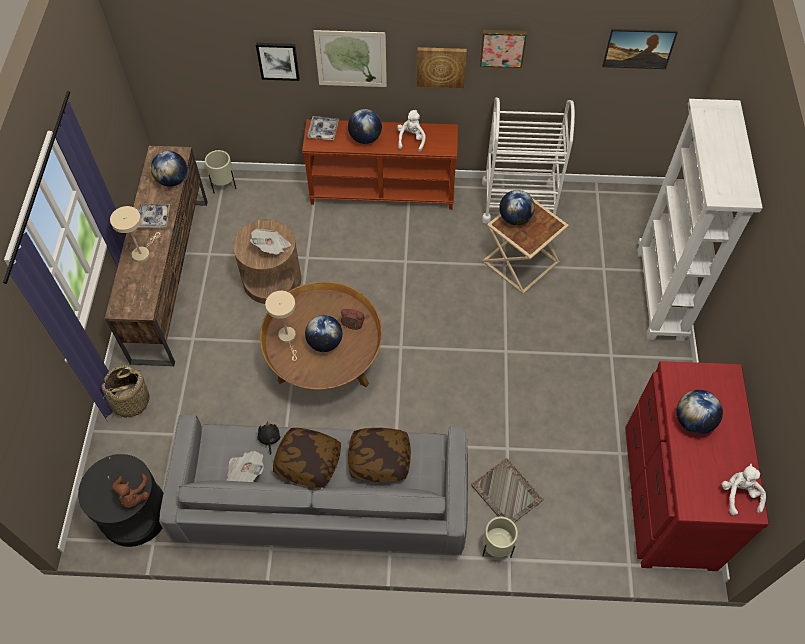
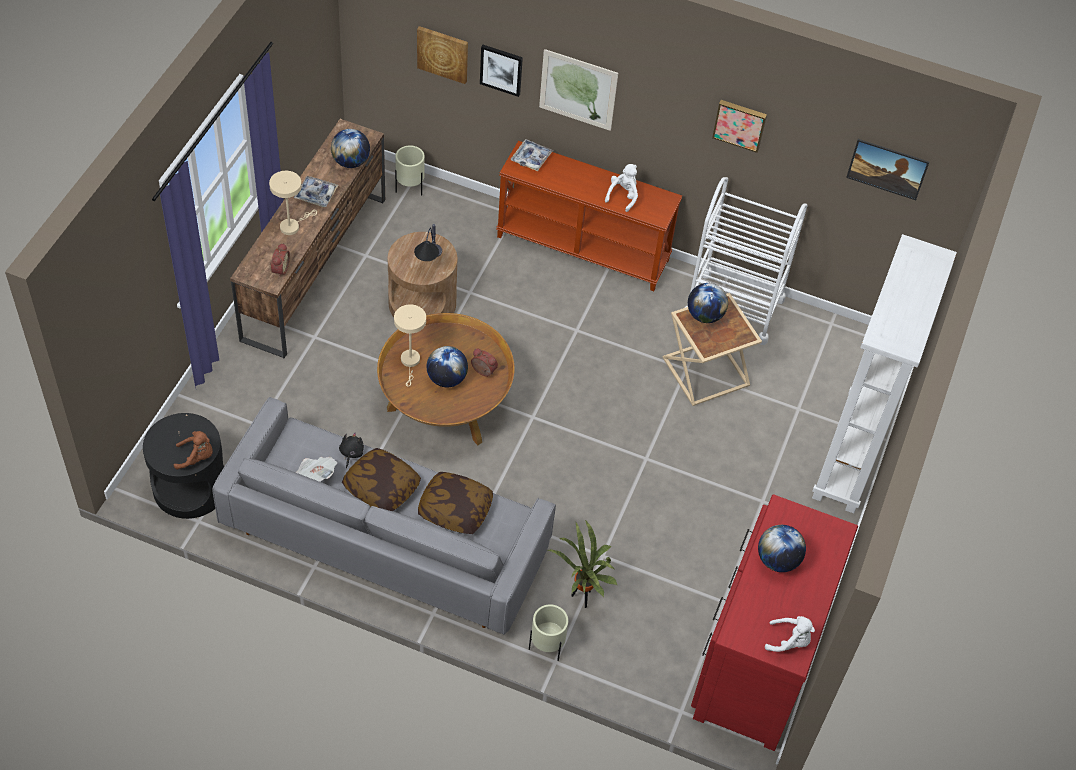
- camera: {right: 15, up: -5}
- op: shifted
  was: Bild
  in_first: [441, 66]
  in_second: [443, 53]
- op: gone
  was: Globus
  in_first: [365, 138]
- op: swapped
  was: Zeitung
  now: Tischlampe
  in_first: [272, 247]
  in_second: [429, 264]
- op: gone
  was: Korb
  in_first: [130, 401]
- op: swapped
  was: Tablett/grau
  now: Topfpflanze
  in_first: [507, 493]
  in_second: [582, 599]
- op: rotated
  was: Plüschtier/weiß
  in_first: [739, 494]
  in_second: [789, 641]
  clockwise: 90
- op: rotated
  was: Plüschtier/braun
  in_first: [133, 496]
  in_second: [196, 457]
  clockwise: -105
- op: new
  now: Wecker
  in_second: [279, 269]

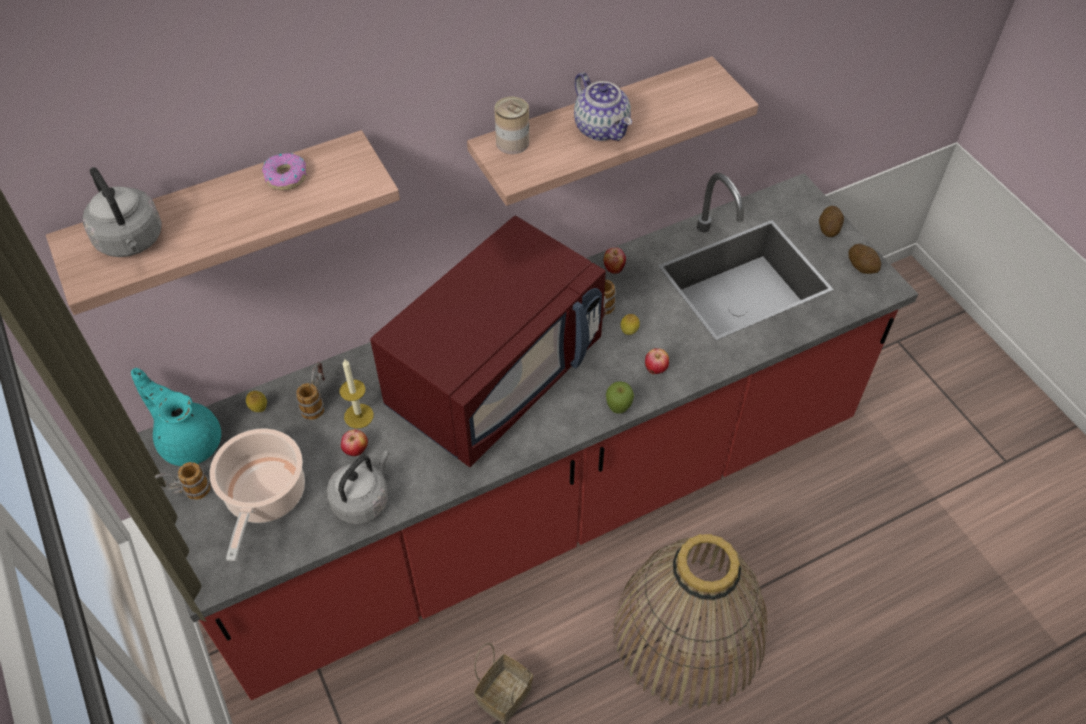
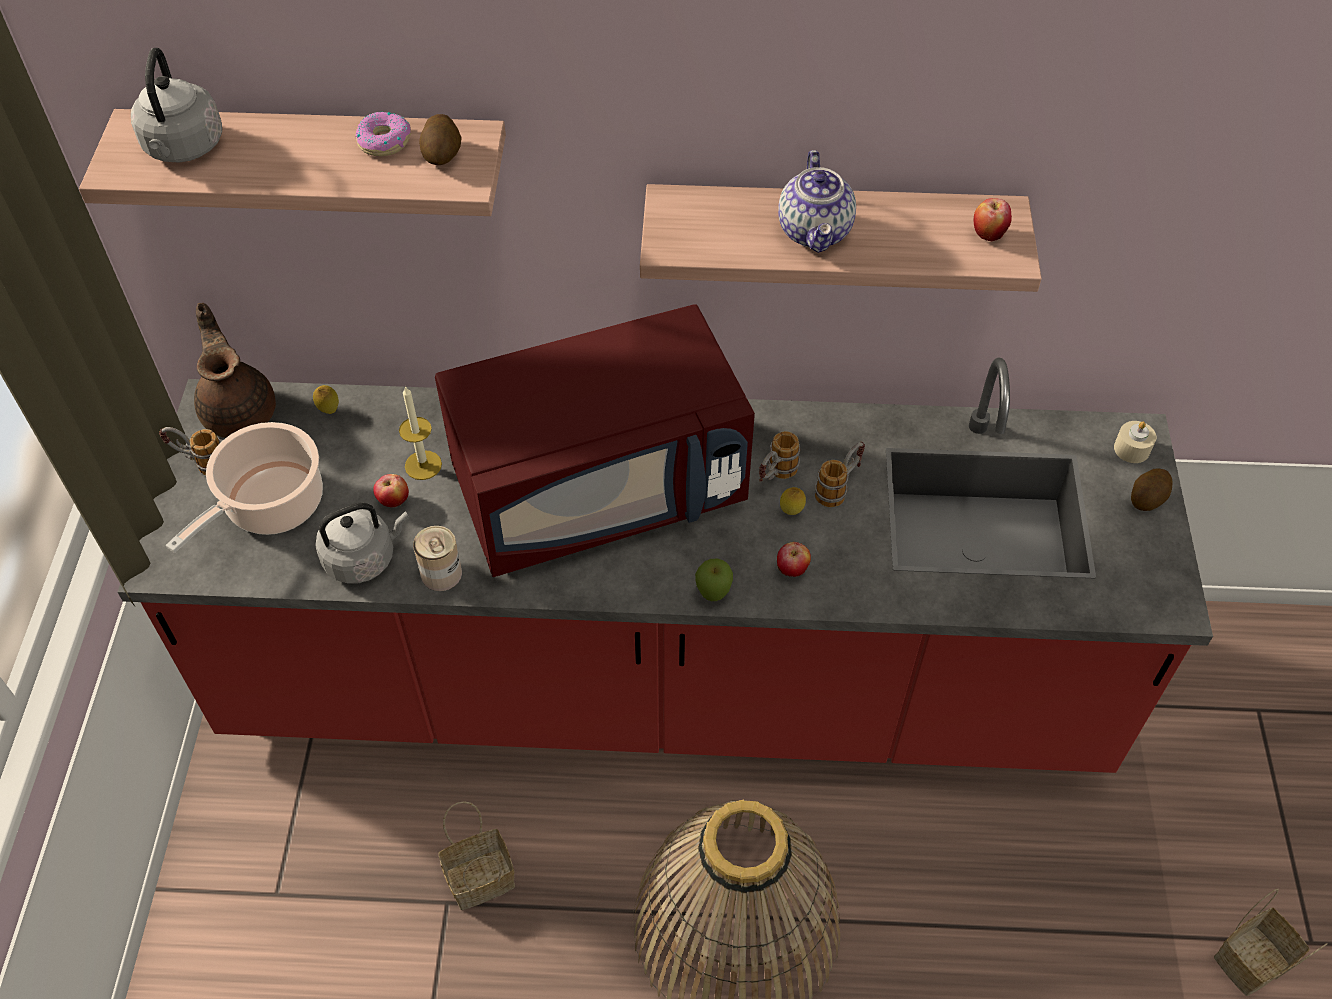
- camera: {right: 30, up: 0}
- op: shifted
  was: Dose
  in_first: [512, 142]
  in_second: [441, 574]
- op: shifted
  was: Kartoffel
  in_first: [862, 266]
  in_second: [442, 155]
- op: shifted
  was: Apfel
  in_first: [613, 268]
  in_second: [988, 234]
- op: shifted
  was: Henkelbecher
  in_first: [316, 401]
  in_second: [839, 487]
- op: repainted
  was: Teekanne/türkis
  now: Teekanne/braun
  in_first: [189, 440]
  in_second: [240, 410]
- op: new
  now: Kerze/beige
  in_second: [1131, 449]
- op: new
  now: Korb
  in_second: [1250, 963]

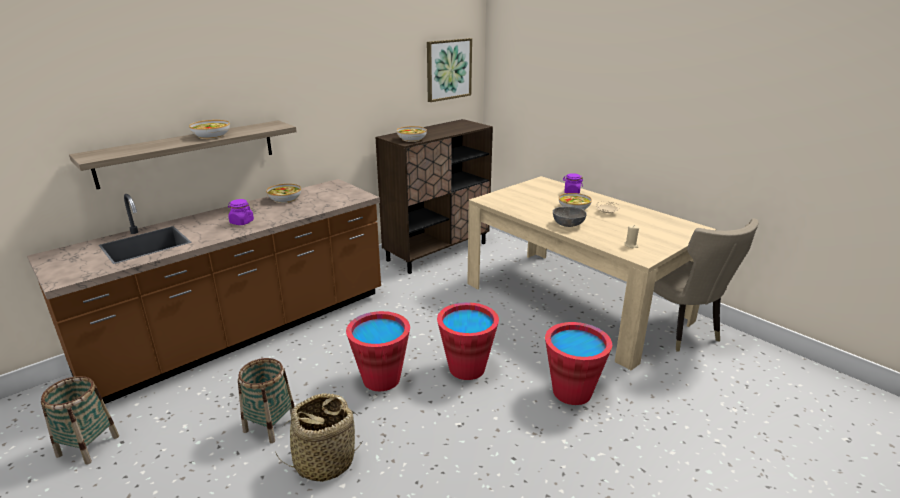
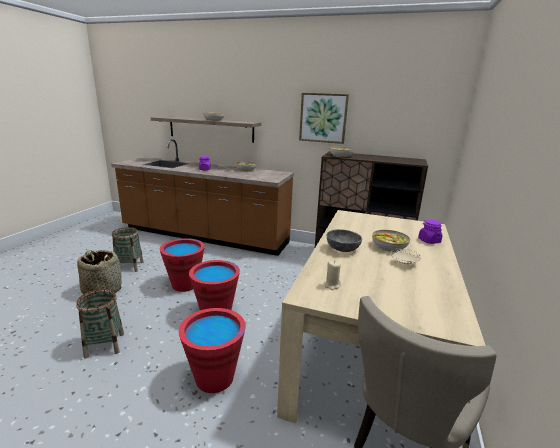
- camera: {right: 60, up: -5}
- op: shifted
  was: Bild
  in_first: [448, 69]
  in_second: [323, 118]
- op: shifted
  was: Korb
  in_first: [88, 446]
  in_second: [105, 345]

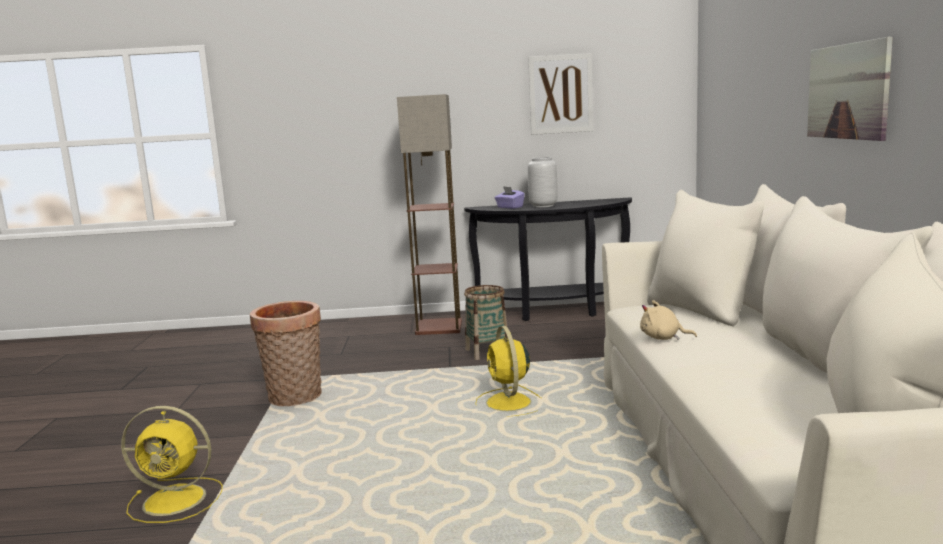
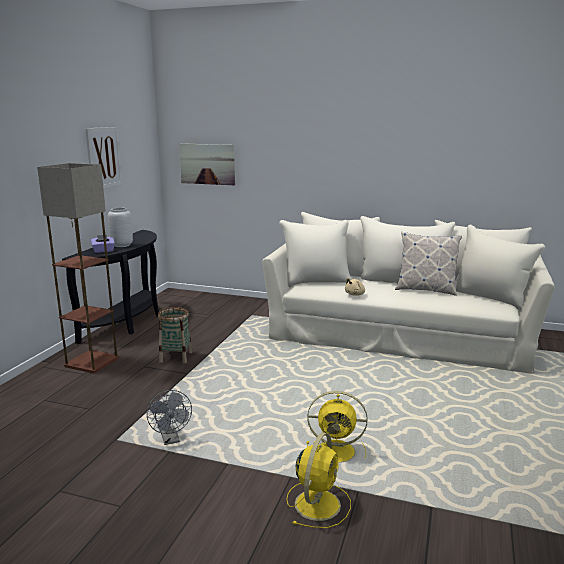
- camera: {right: -70, up: 5}
- op: shifted
  was: Bild
  in_first: [847, 91]
  in_second: [207, 164]
- op: swapped
  was: Korb
  now: Ventilator/grau
  in_first: [295, 398]
  in_second: [171, 440]
- op: shifted
  was: Ventilator/gelb
  in_first: [509, 403]
  in_second: [338, 451]
- op: new
  now: Kissen
  in_second: [426, 290]

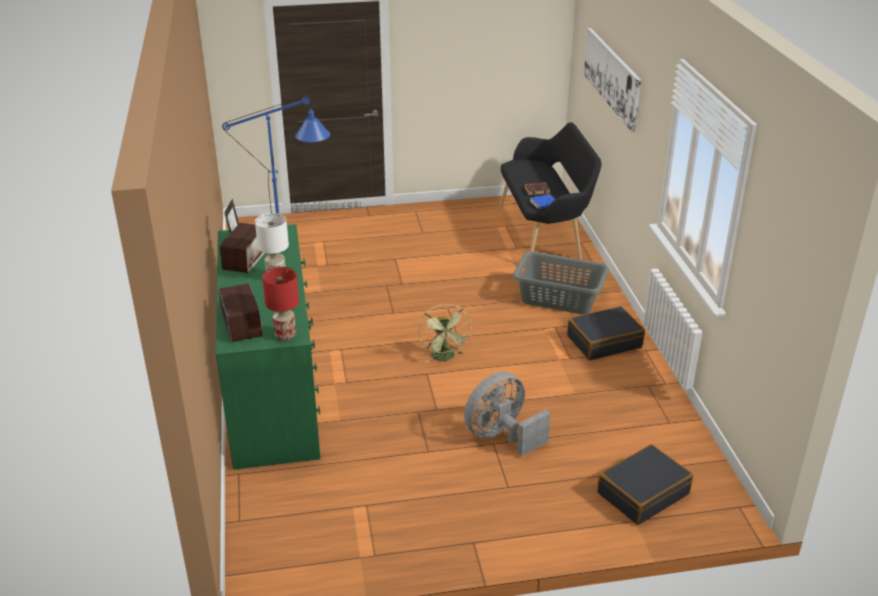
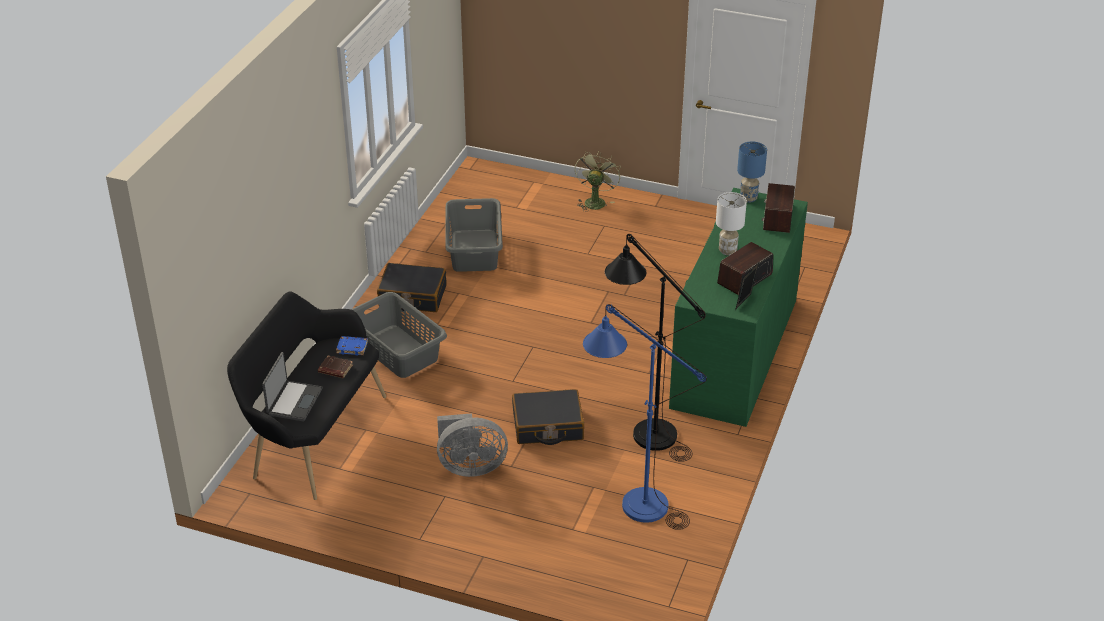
- camera: {right: -150, up: 5}
- op: gone
  was: Bild
  in_first: [612, 77]
- op: repainted
  was: Tischlampe/rot
  now: Tischlampe/blau
  in_first: [285, 336]
  in_second: [748, 198]
- op: shifted
  was: Ventilator/grün
  in_first: [445, 358]
  in_second: [595, 201]
- op: shifted
  was: Ventilator/grau
  in_first: [501, 436]
  in_second: [470, 467]
- op: shifted
  was: Koffer/schwarz
  in_first: [642, 493]
  in_second: [547, 426]
- op: new
  now: Wäschekorb/grau
  in_second: [475, 250]
- op: new
  now: Stehlampe/schwarz
  in_second: [645, 429]
- op: new
  now: Laptop
  in_second: [294, 401]

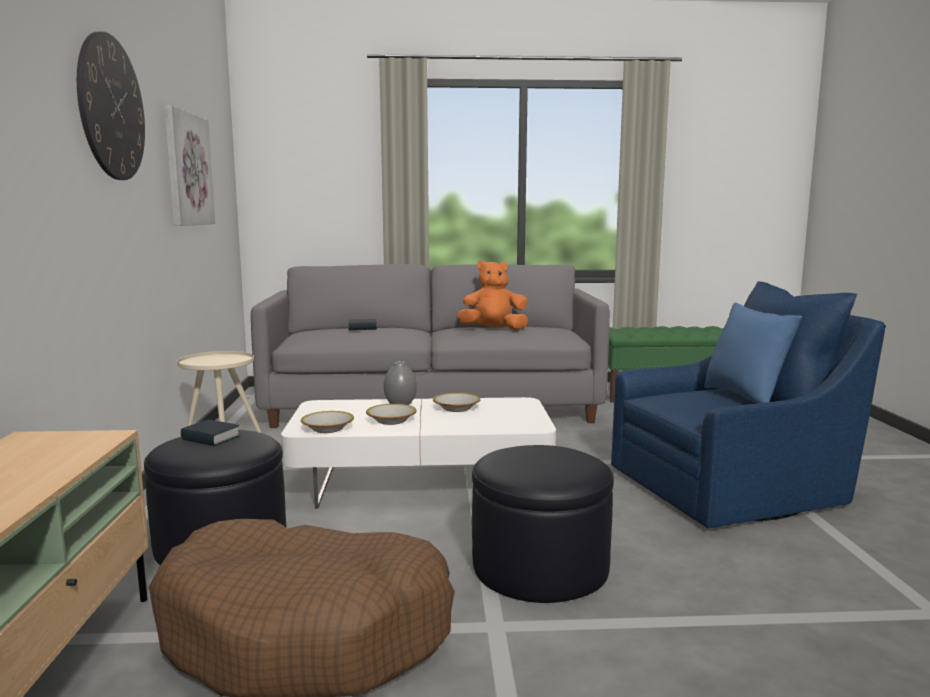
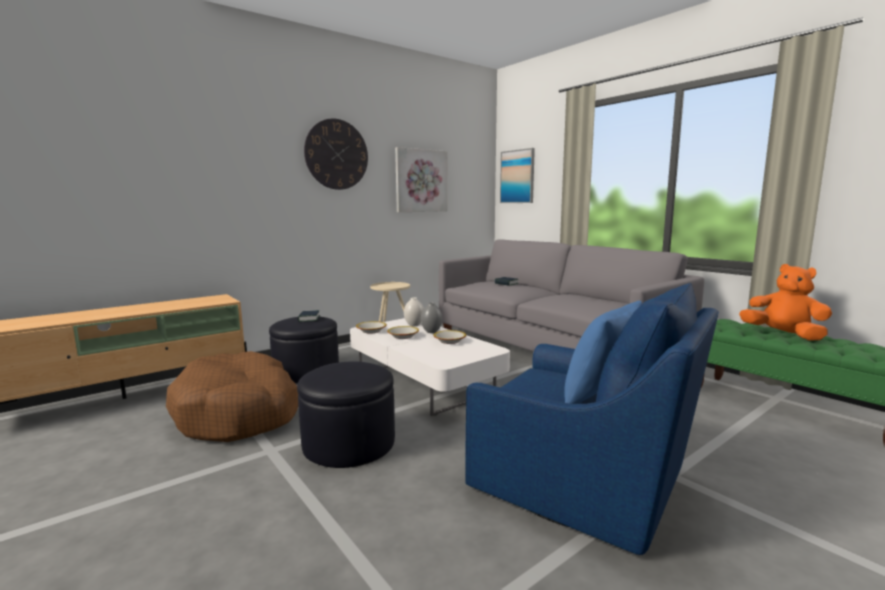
- camera: {right: 55, up: 0}
- op: shifted
  was: Plüschtier/orange
  in_first: [493, 330]
  in_second: [783, 335]
- op: new
  now: Bild
  in_second: [517, 176]
- op: new
  now: Vase/weiß
  in_second: [414, 325]

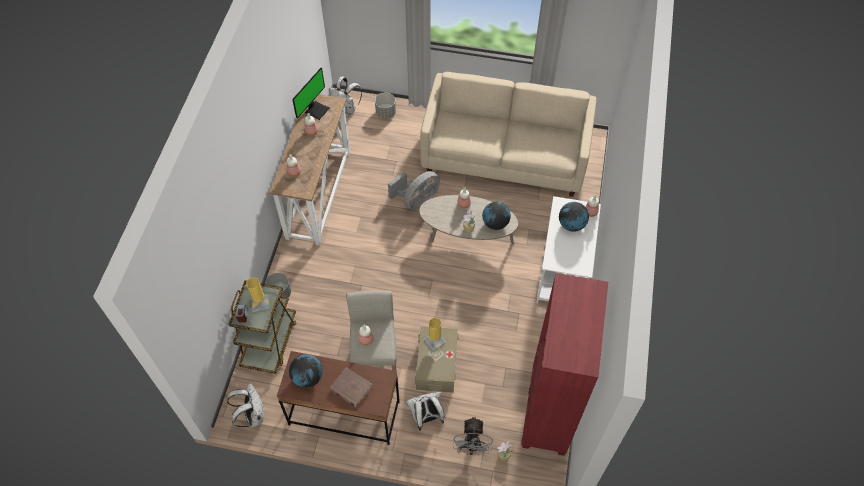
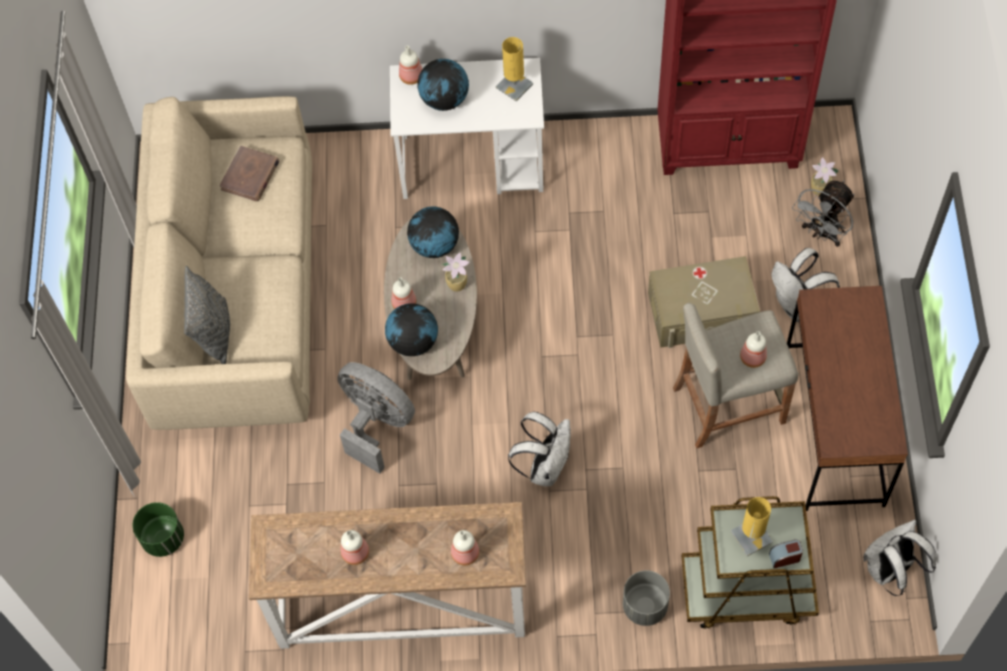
- camera: {right: -100, up: 5}
- op: gone
  was: Monitor
  in_first: [316, 110]
- op: shifted
  was: Rucksack/weiß
  in_first: [346, 109]
  in_second: [545, 466]
- op: repainted
  was: Pflanzkübel/grau
  now: Pflanzkübel/grün
  in_first: [386, 113]
  in_second: [163, 538]
- op: shifted
  was: Tischlampe/gelb
  in_first: [435, 341]
  in_second: [514, 85]
- op: shifted
  was: Globus
  in_first: [308, 377]
  in_second: [413, 341]
- op: shifted
  was: Buch/braun
  in_first: [351, 388]
  in_second: [250, 176]
- op: rotated
  was: Ventilator/grau
  in_first: [471, 447]
  in_second: [822, 233]
  clockwise: 135
- op: new
  now: Kissen/grau
  in_second: [214, 333]

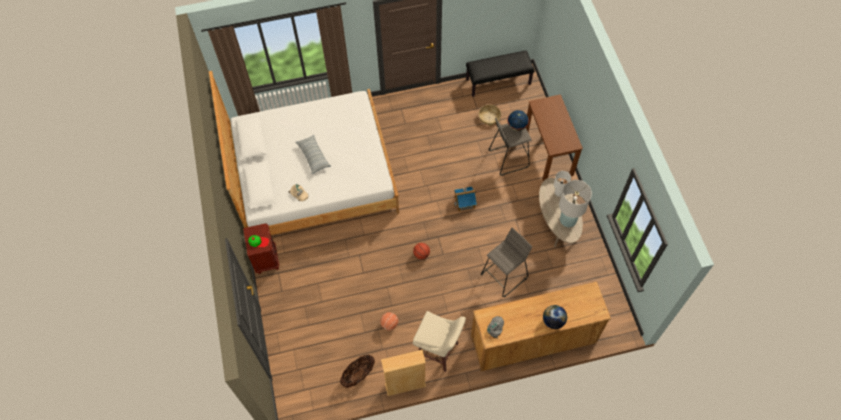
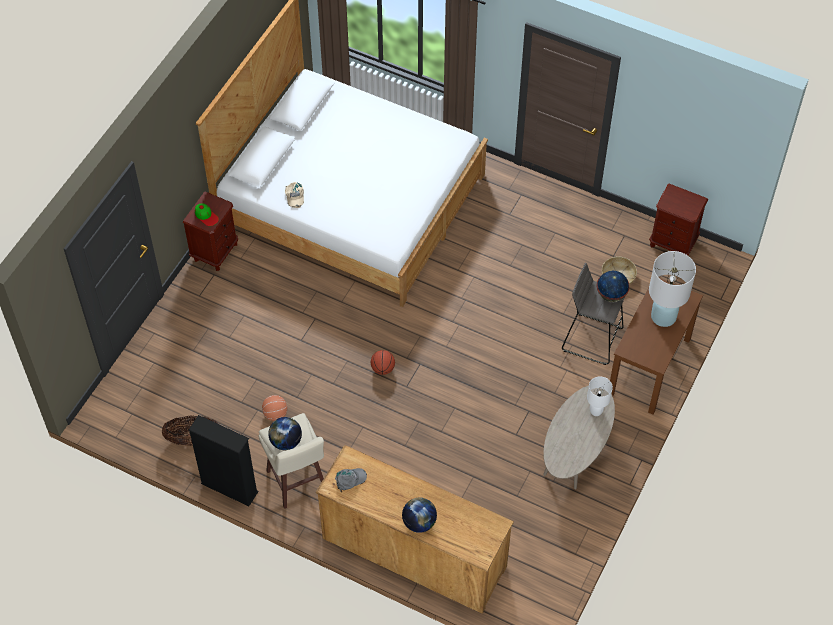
- camera: {right: 40, up: -5}
- op: swapped
  was: Bank/schwarz
  now: Nachttisch/braun
  in_first: [498, 81]
  in_second: [673, 243]
- op: gone
  was: Kissen
  in_first: [313, 156]
- op: shifted
  was: Tischlampe/weiß
  in_first: [568, 220]
  in_second: [663, 316]
- op: gone
  was: Spielzeughaus
  in_first: [465, 202]
- op: gone
  was: Hocker/grau
  in_first: [504, 276]
- op: repainted
  was: Bücherregal/beige
  now: Bücherregal/schwarz
  in_first: [405, 385]
  in_second: [229, 488]
- op: new
  now: Globus
  in_second: [286, 441]

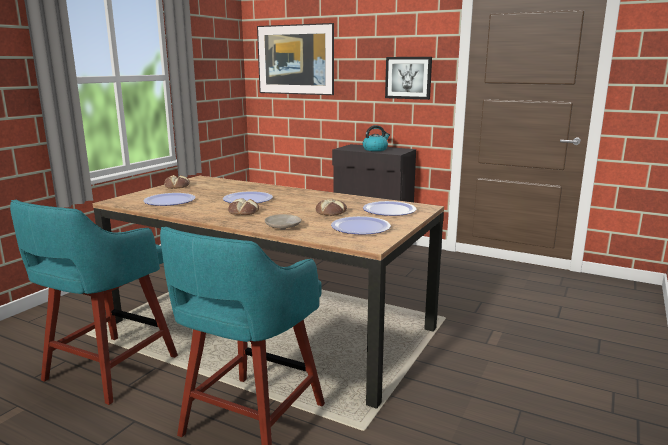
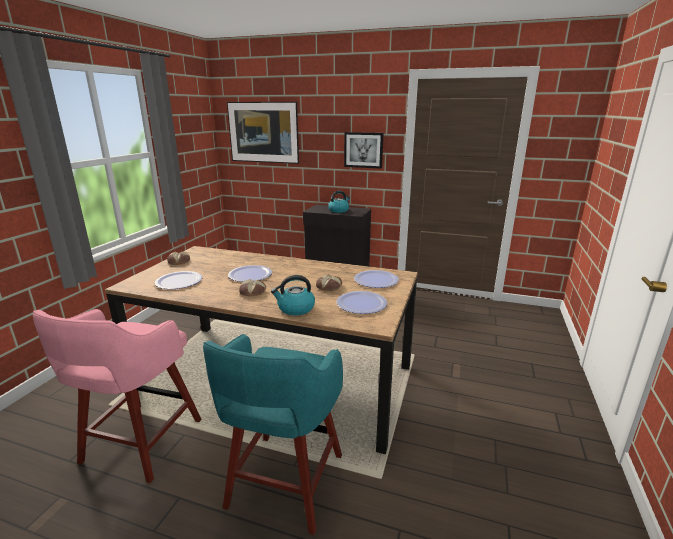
- camera: {right: -10, up: 5}
- op: repainted
  was: Hocker/türkis
  now: Hocker/rosa
  in_first: [108, 370]
  in_second: [140, 443]
- op: swapped
  was: Teller/beige
  now: Wasserkessel
  in_first: [283, 227]
  in_second: [295, 308]

